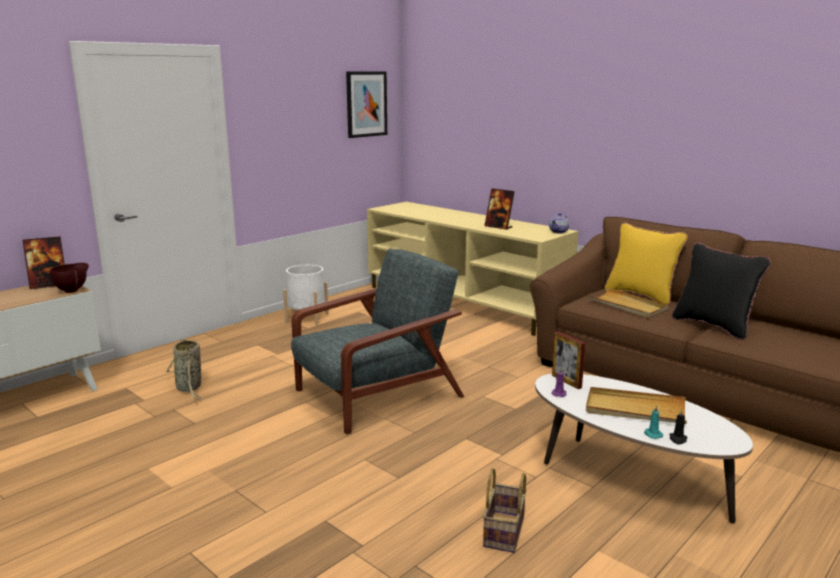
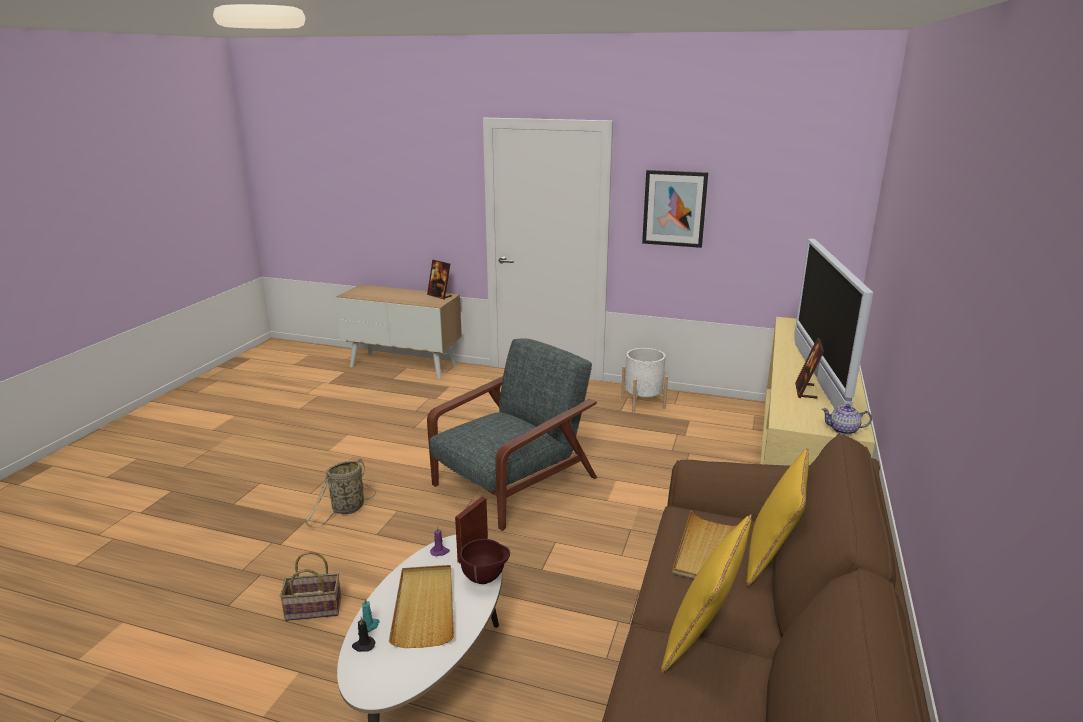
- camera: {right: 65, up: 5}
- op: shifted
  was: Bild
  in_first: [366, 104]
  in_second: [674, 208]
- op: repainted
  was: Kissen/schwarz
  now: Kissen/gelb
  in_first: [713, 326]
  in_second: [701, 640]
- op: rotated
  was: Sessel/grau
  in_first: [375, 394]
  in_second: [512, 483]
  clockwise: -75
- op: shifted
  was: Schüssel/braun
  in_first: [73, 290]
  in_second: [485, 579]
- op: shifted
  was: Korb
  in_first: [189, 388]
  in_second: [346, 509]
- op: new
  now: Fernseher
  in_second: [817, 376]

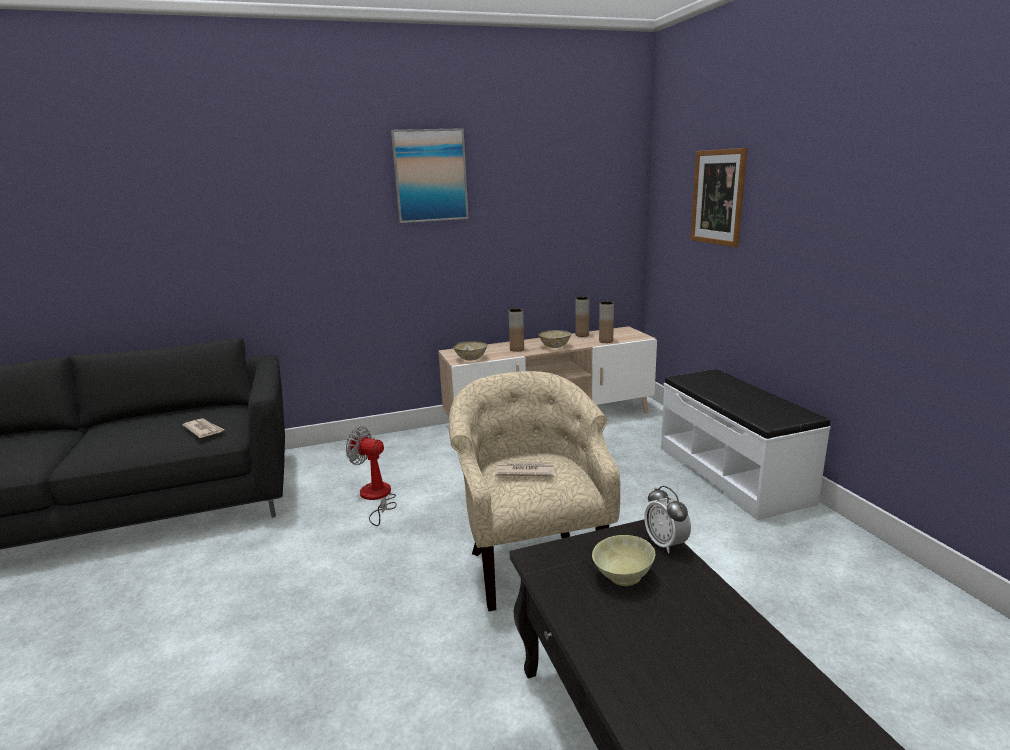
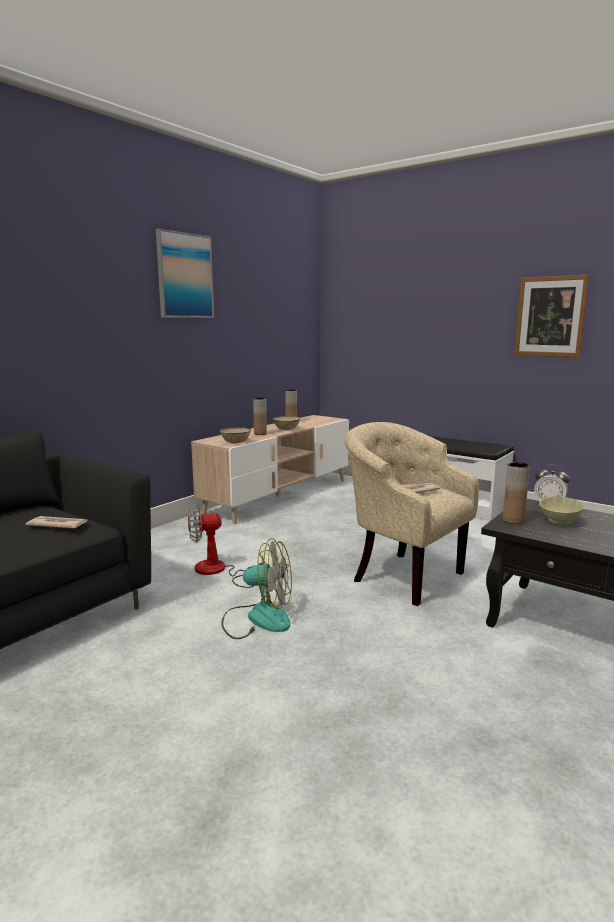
- camera: {right: -35, up: -5}
- op: shifted
  was: Bild
  in_first: [718, 197]
  in_second: [550, 316]
- op: shifted
  was: Vase/braun
  in_first: [606, 341]
  in_second: [513, 520]
- op: new
  now: Ventilator
  in_second: [258, 618]

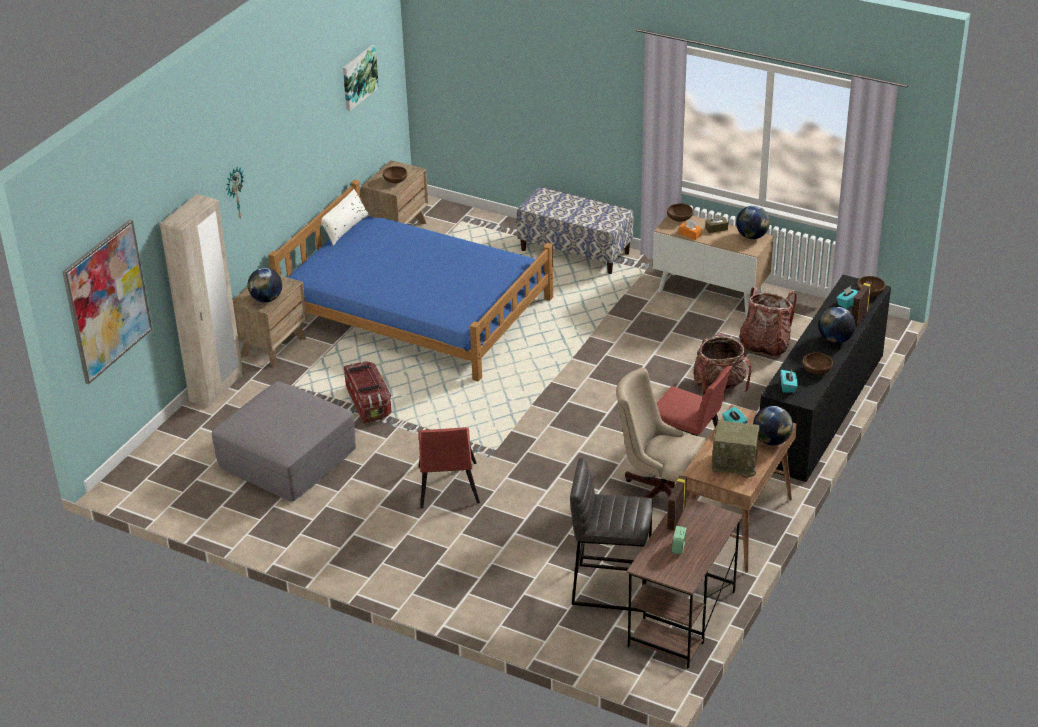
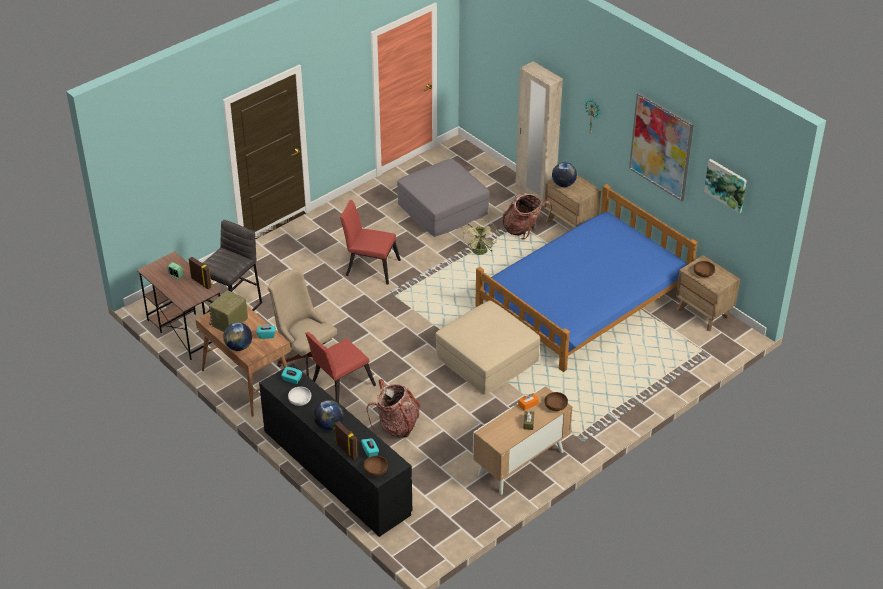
- camera: {right: 110, up: 5}
- op: gone
  was: Bank
  in_first: [575, 251]
- op: gone
  was: Kissen/weiß
  in_first: [344, 228]
- op: gone
  was: Globus
  in_first: [752, 236]
- op: shifted
  was: Bild
  in_first: [107, 301]
  in_second: [661, 146]
- op: shifted
  was: Rucksack
  in_first: [765, 345]
  in_second: [523, 229]
- op: repainted
  was: Schüssel/braun
  now: Schüssel/weiß
  in_first: [816, 370]
  in_second: [300, 401]
- op: swapped
  was: Aufbewahrungsbox
  now: Ventilator/grün
  in_first: [368, 403]
  in_second: [480, 252]
- op: rotated
  was: Bürostuhl/beige
  in_first: [658, 491]
  in_second: [304, 356]
  clockwise: -90
- op: new
  now: Polsterhocker/beige
  in_second: [487, 359]

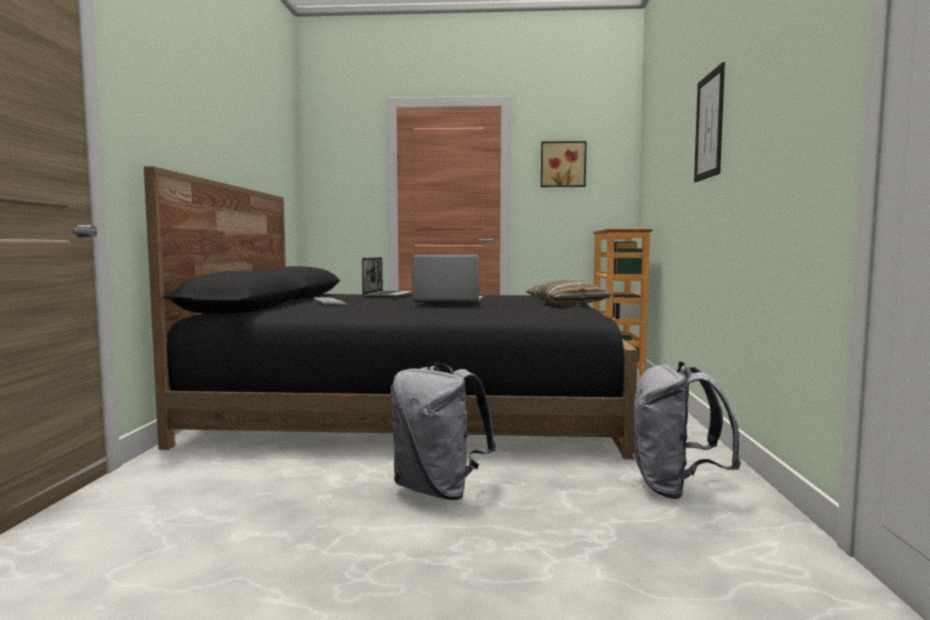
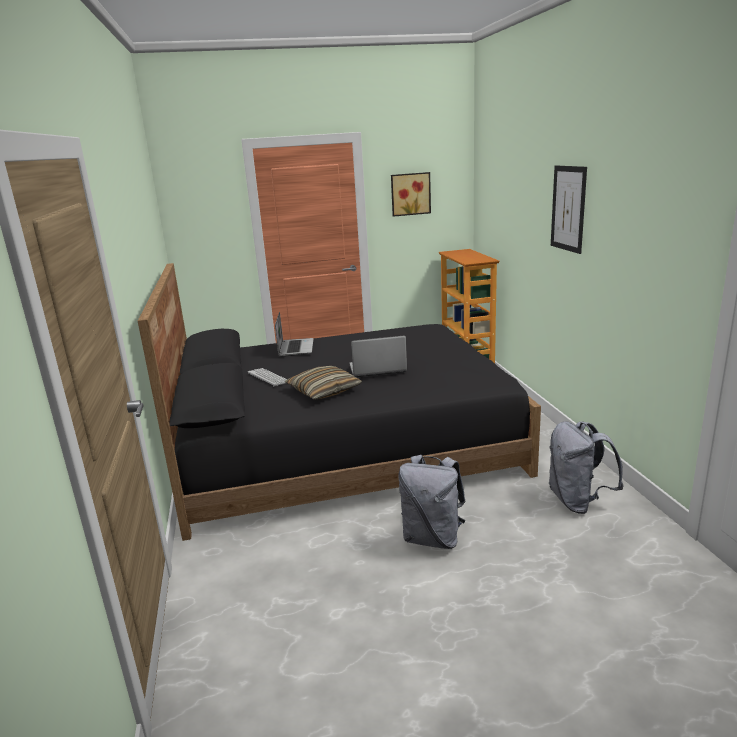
- camera: {right: -15, up: 15}
- op: shifted
  was: Kissen
  in_first: [568, 304]
  in_second: [324, 391]

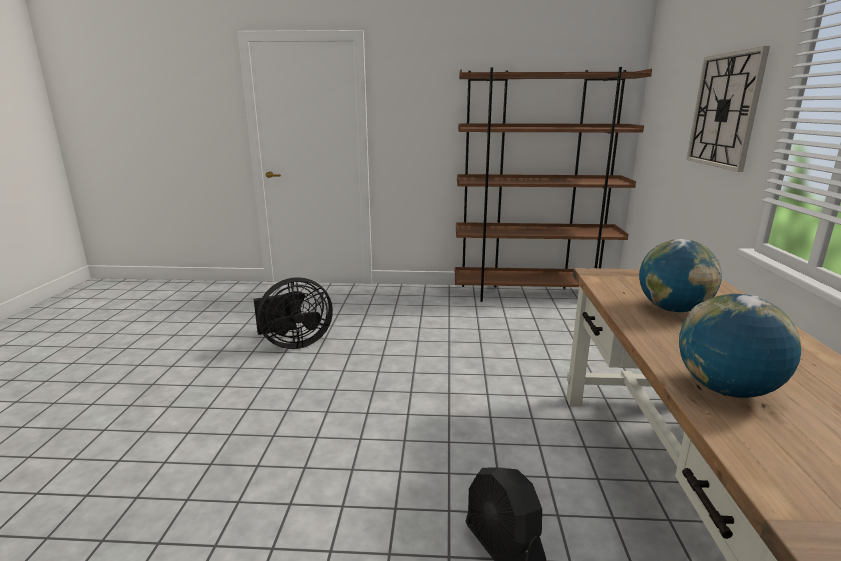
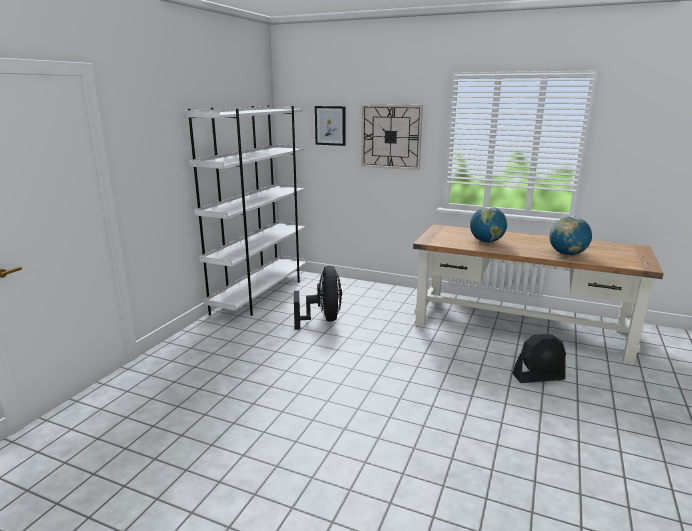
- camera: {right: -70, up: 0}
- op: repainted
  was: Bücherregal/braun
  now: Bücherregal/weiß
  in_first: [533, 294]
  in_second: [261, 294]
- op: shifted
  was: Ventilator/schwarz
  in_first: [294, 343]
  in_second: [323, 320]
- op: new
  now: Bild
  in_second: [330, 125]

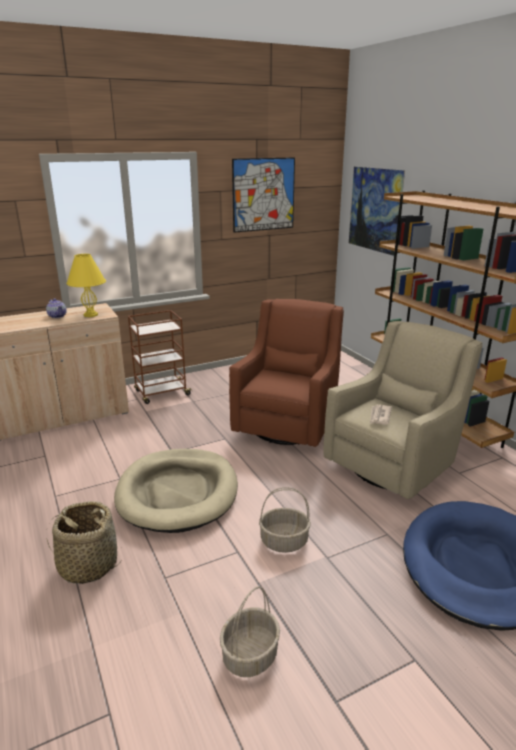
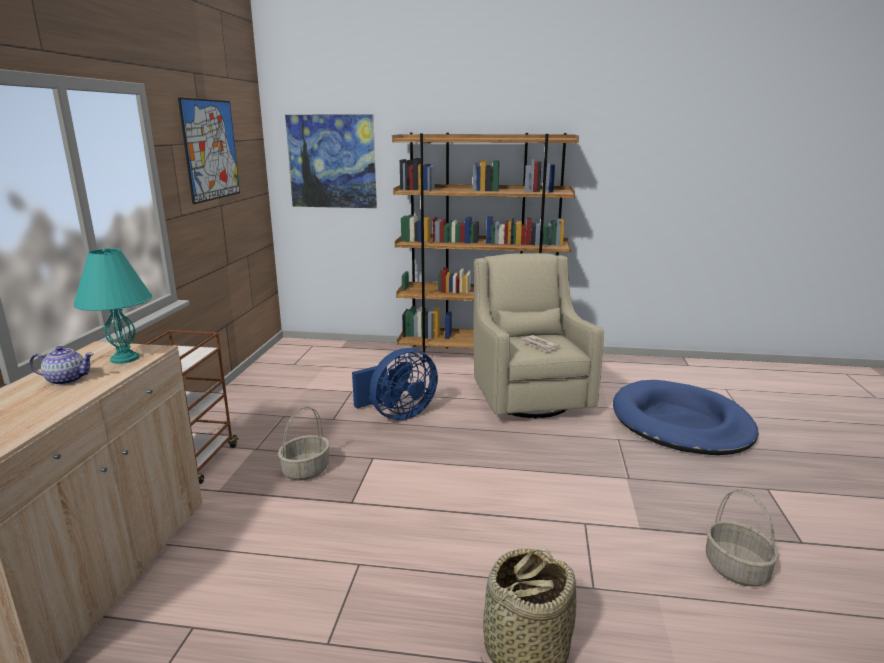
- camera: {right: -55, up: -5}
- op: repainted
  was: Tischlampe/gelb
  now: Tischlampe/türkis
  in_first: [90, 315]
  in_second: [124, 358]
- op: swapped
  was: Sessel/braun
  now: Ventilator/blau
  in_first: [288, 424]
  in_second: [397, 414]
- op: gone
  was: Hundebett/beige
  in_first: [178, 493]
- op: shifted
  was: Korb
  in_first: [284, 541]
  in_second: [306, 470]

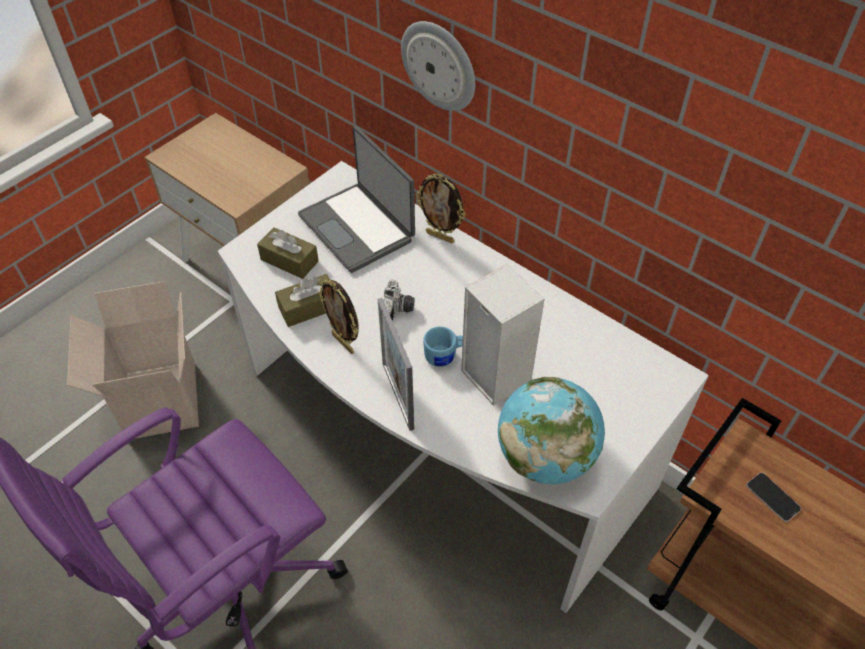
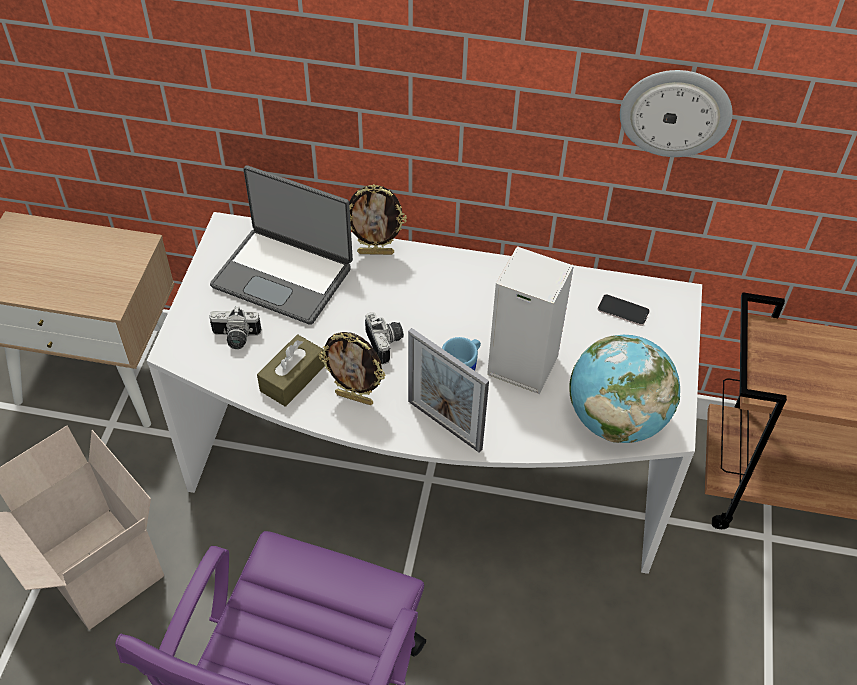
- camera: {right: -30, up: 0}
- op: shifted
  was: Wanduhr
  in_first: [439, 65]
  in_second: [675, 112]
- op: swapped
  was: Taschentuchbox/braun
  now: Kamera
  in_first: [289, 260]
  in_second: [235, 338]
- op: shifted
  was: Handy
  in_first: [773, 497]
  in_second: [623, 310]

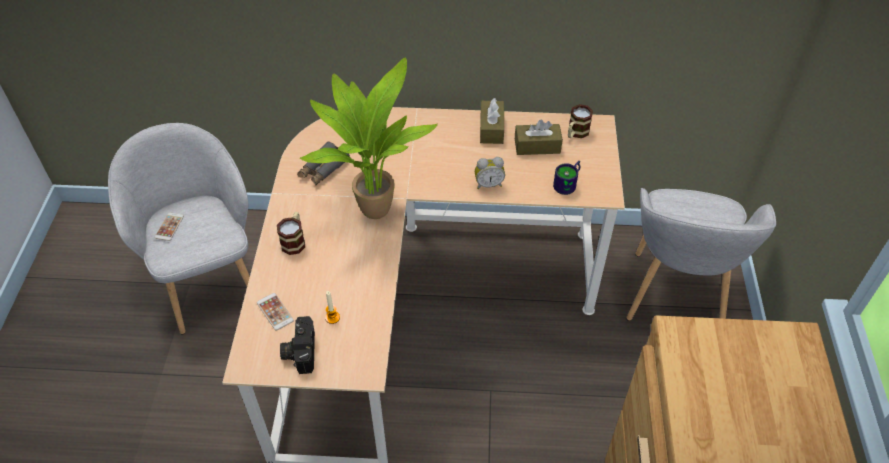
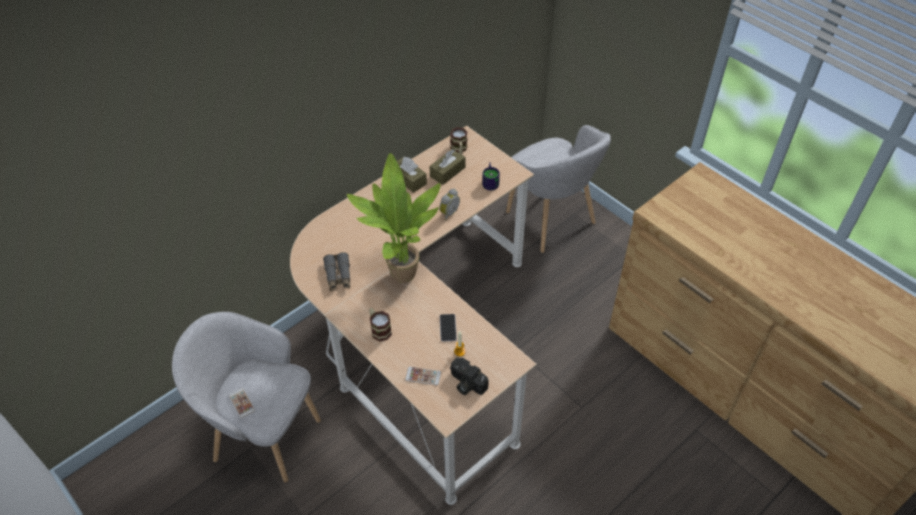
- camera: {right: -45, up: 0}
- op: new
  now: Handy
  in_second: [448, 328]

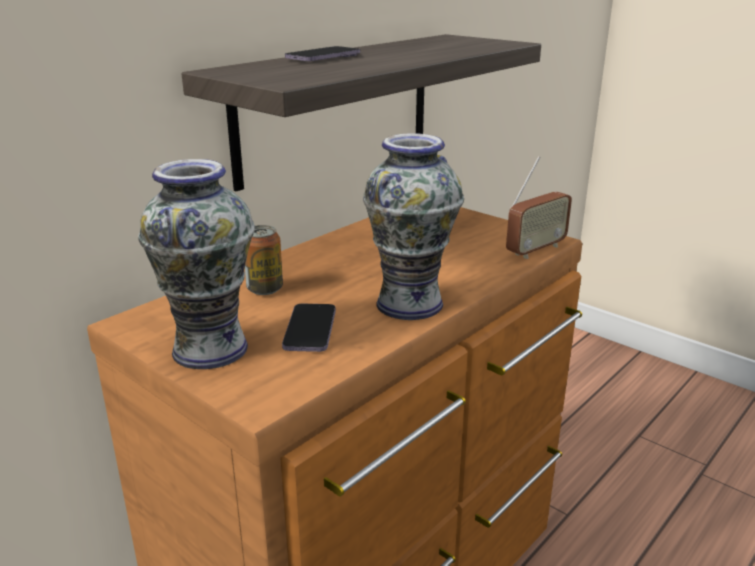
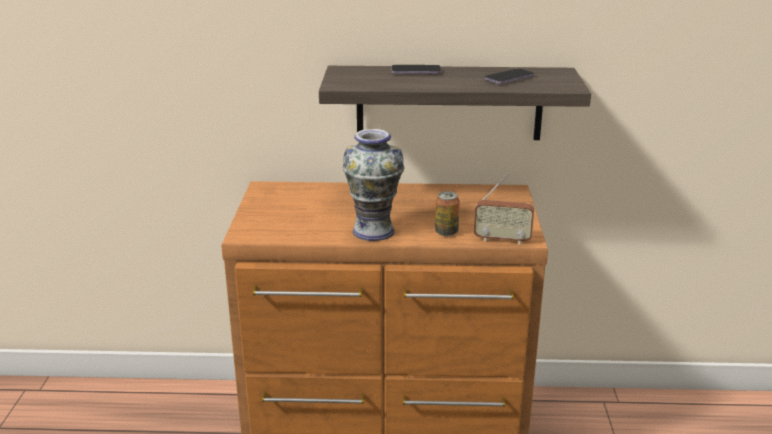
- camera: {right: 50, up: 0}
- op: gone
  was: Vase
  in_first: [209, 348]
- op: shifted
  was: Dose
  in_first: [265, 289]
  in_second: [446, 232]
- op: shifted
  was: Handy
  in_first: [310, 330]
  in_second: [509, 78]

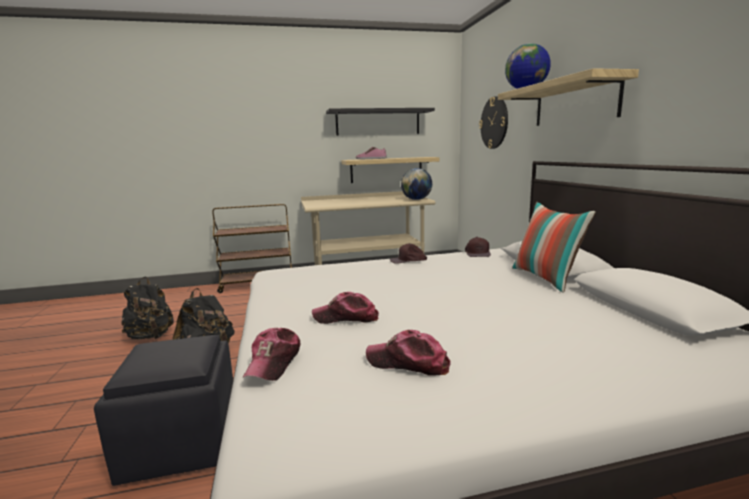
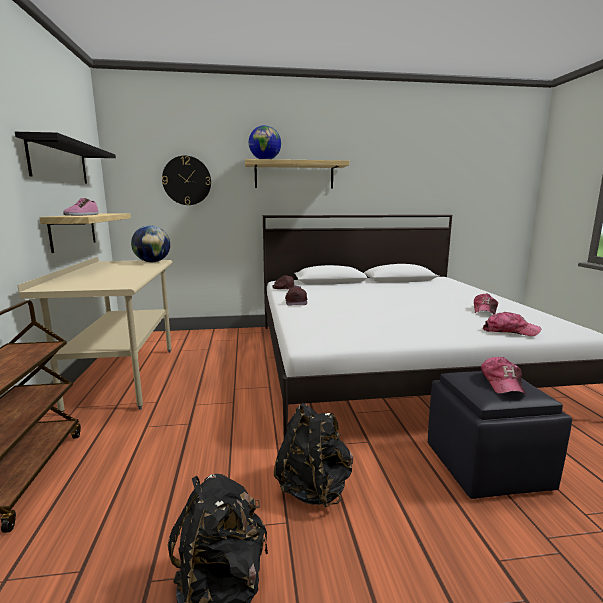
- camera: {right: -85, up: 0}
- op: gone
  was: Kissen
  in_first: [546, 278]
- op: shifted
  was: Kappe
  in_first: [346, 317]
  in_second: [502, 383]

